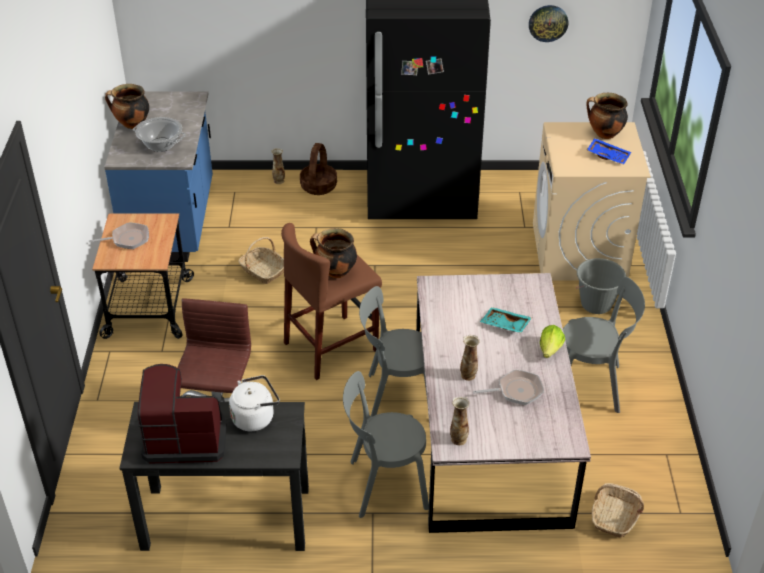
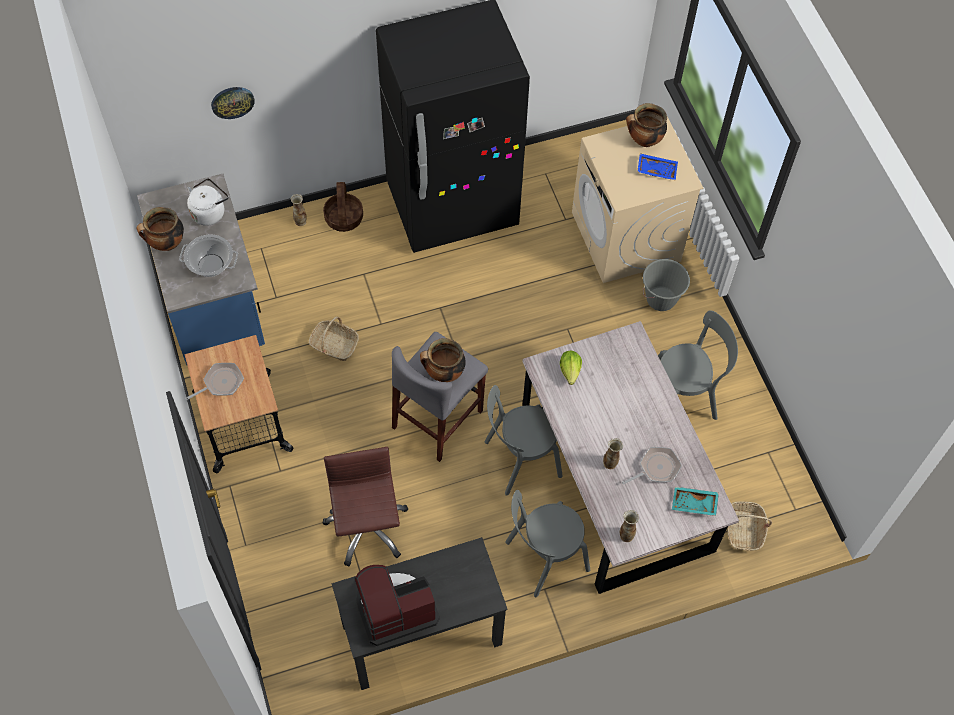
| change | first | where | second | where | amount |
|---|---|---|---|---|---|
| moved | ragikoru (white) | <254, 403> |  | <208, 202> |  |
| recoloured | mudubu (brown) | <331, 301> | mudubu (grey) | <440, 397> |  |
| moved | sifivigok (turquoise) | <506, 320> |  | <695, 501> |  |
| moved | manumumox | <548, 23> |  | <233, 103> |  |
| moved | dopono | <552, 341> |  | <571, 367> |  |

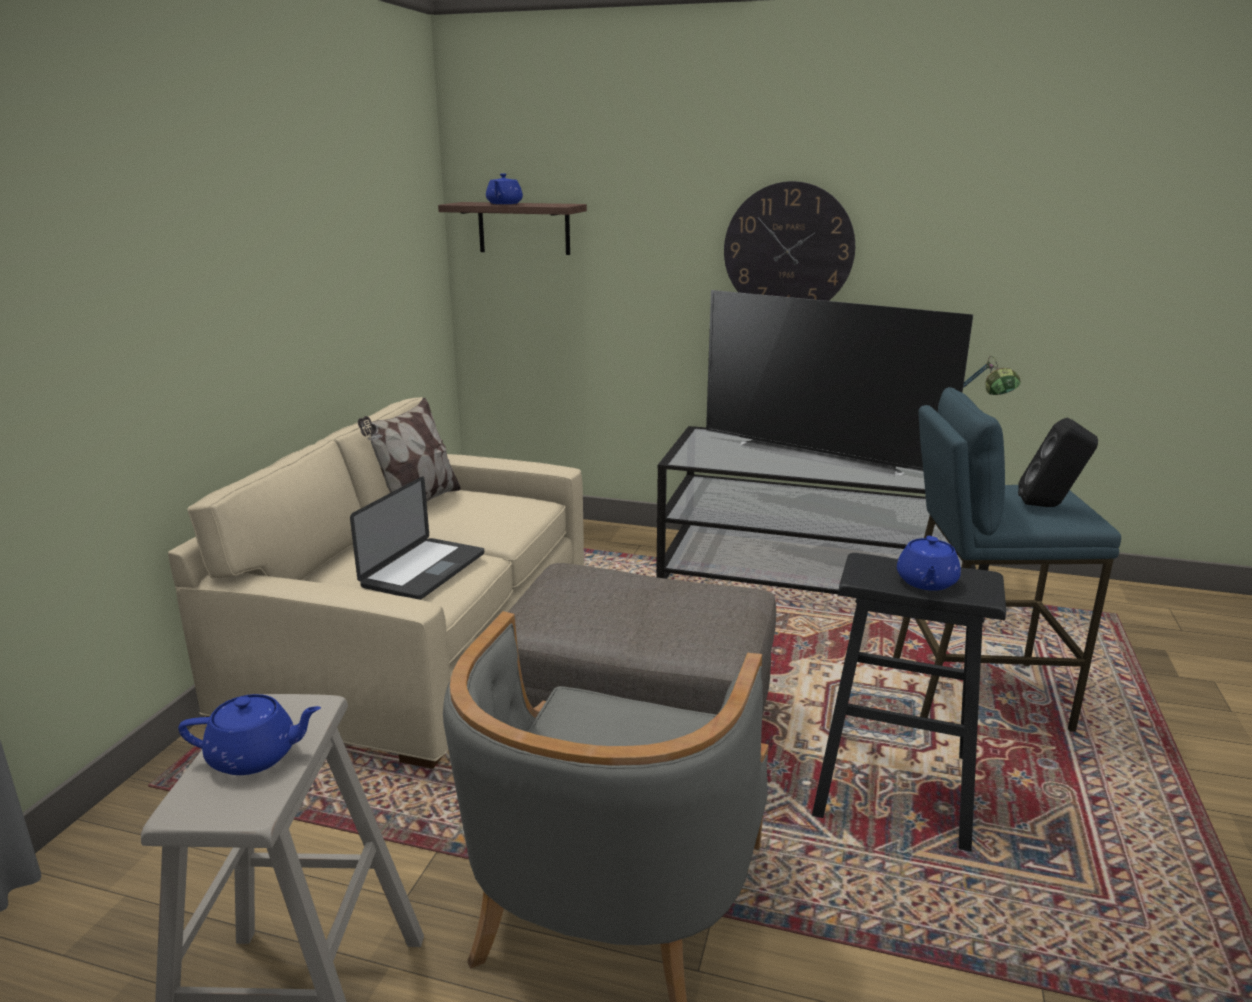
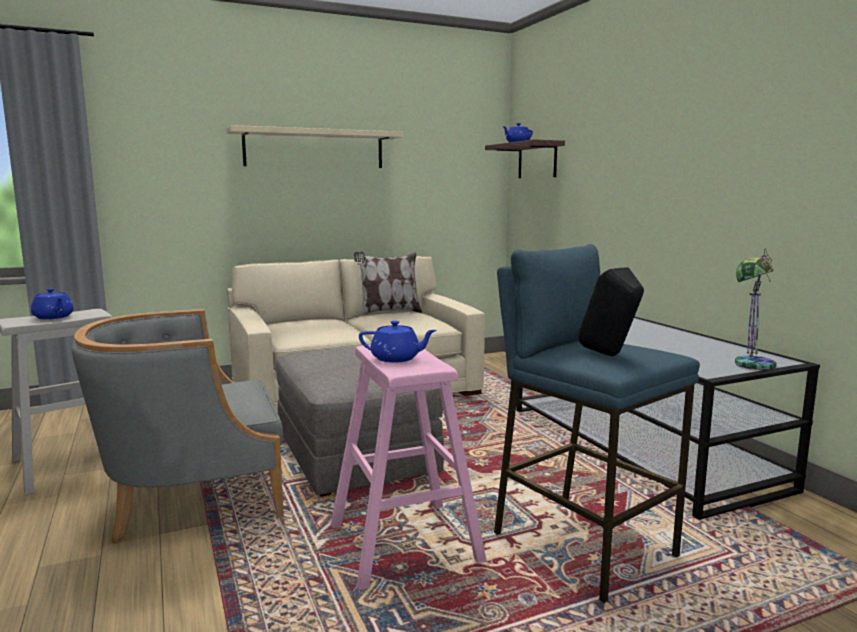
| change | first | where | second | where | amount |
|---|---|---|---|---|---|
| removed | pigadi | <417, 538> |  |  |  |
| removed | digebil | <839, 383> |  |  |  |
| removed | manumumox | <789, 241> |  |  |  |
| recoloured | mudubu (black) | <909, 702> | mudubu (pink) | <409, 467> |  |
| turned | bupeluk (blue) | <929, 563> |  | <398, 342> | 150 degrees counterclockwise |
| added |  |  | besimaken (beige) | <315, 146> |  |

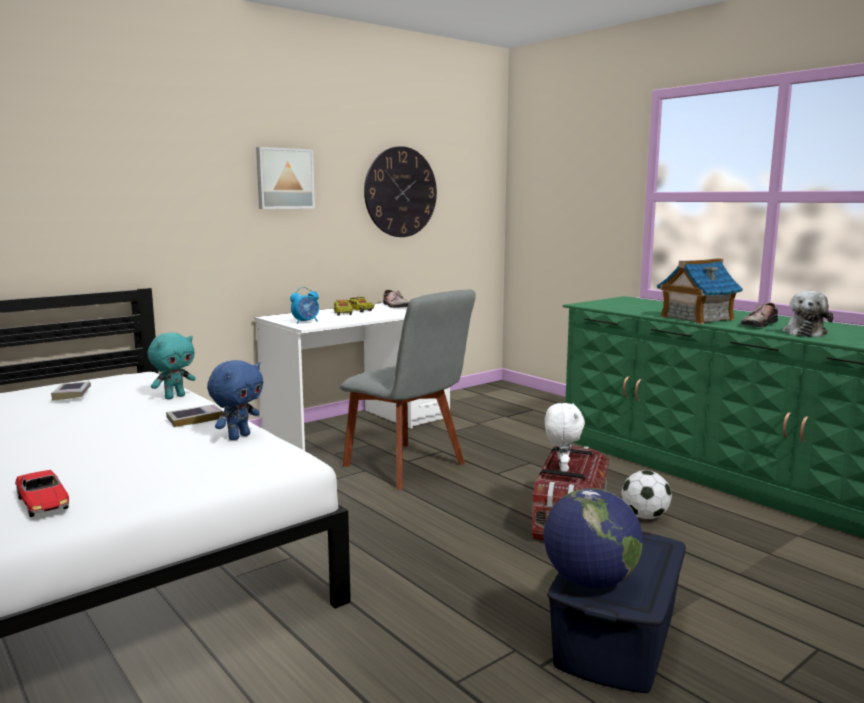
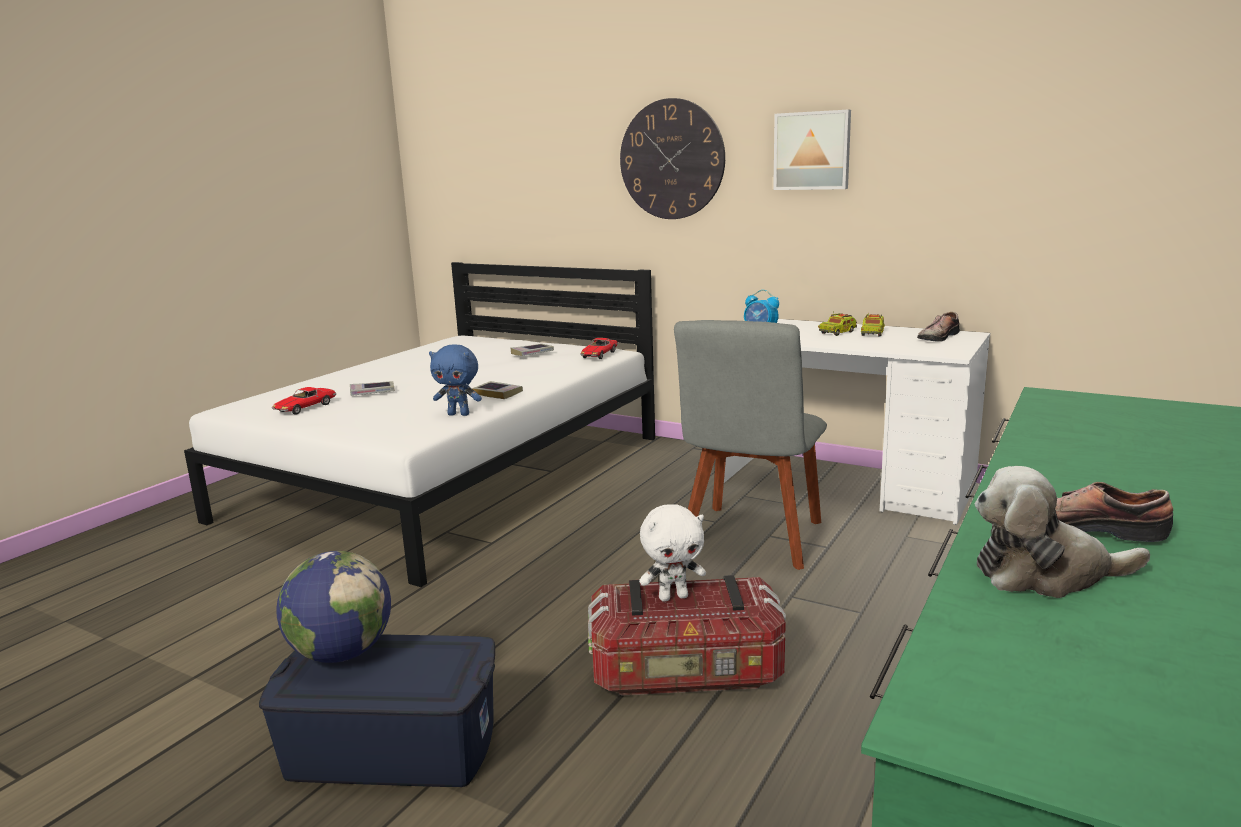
| change | first | where | second | where | amount |
|---|---|---|---|---|---|
| removed | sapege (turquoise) | <171, 366> |  |  |  |
| moved | manumumox | <400, 191> |  | <672, 158> |  |
| removed | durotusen | <646, 494> |  |  |  |
| removed | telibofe | <700, 291> |  |  |  |
| added |  |  | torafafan | <372, 388> |  |
| added |  |  | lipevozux | <599, 348> |  |

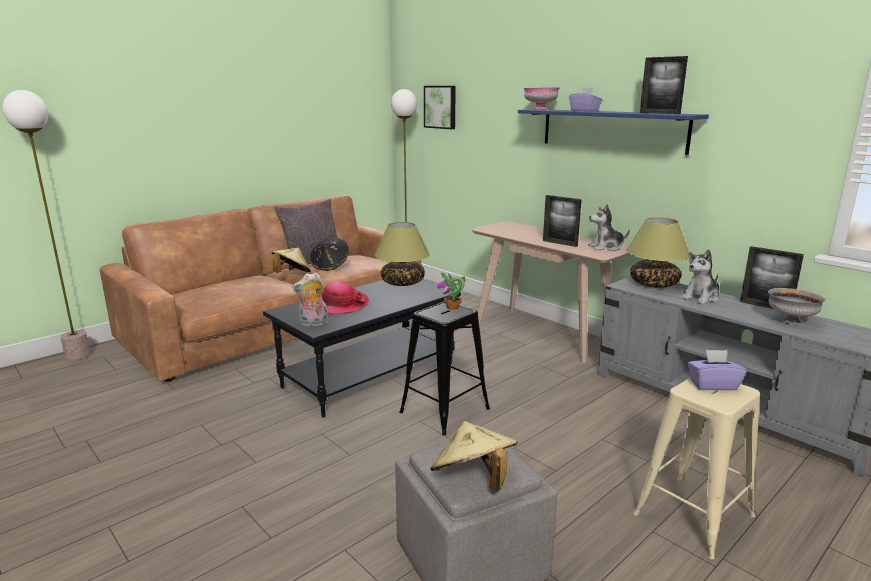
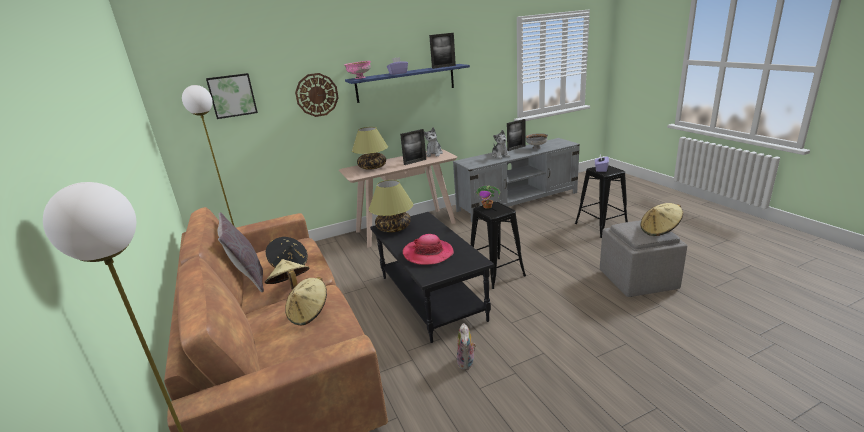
| change | first | where | second | where | amount |
|---|---|---|---|---|---|
| moved | sapege | <310, 299> |  | <467, 346> |  |
| moved | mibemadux | <657, 252> |  | <370, 148> |  |
| recoloured | mudubu (beige) | <696, 468> | mudubu (black) | <601, 201> |  |
| added |  |  | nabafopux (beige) | <306, 301> |  |
| added |  |  | manumumox | <317, 95> |  |

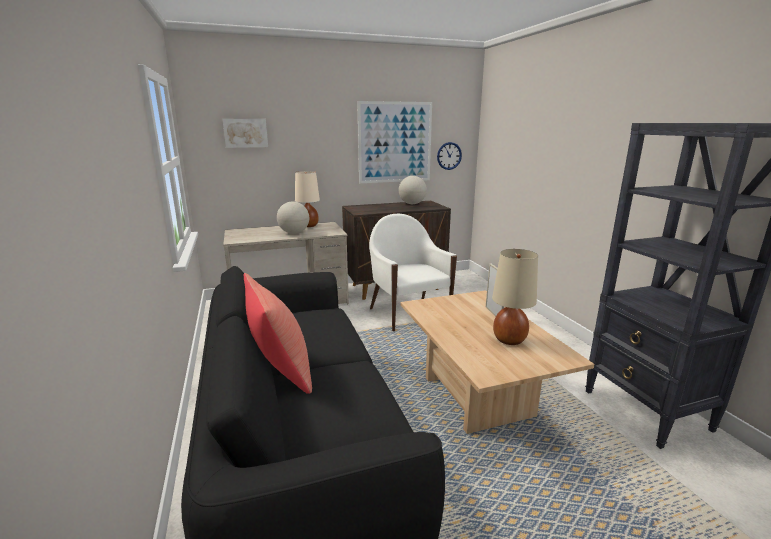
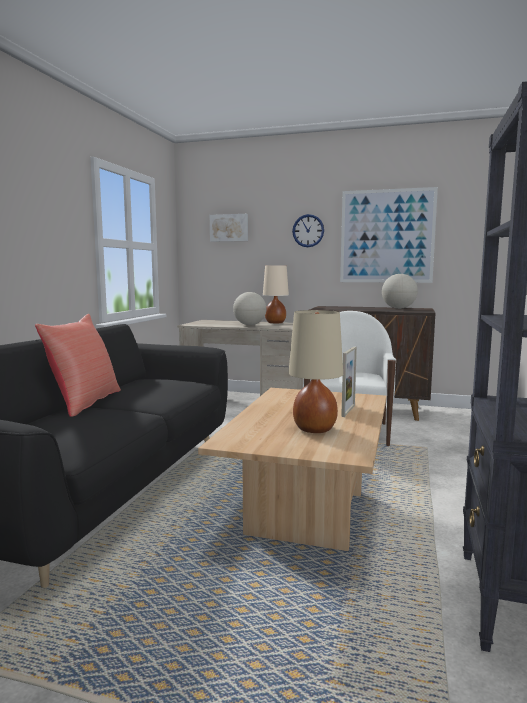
| change | first | where | second | where | amount |
|---|---|---|---|---|---|
| moved | manumumox | <449, 156> |  | <308, 230> |  |

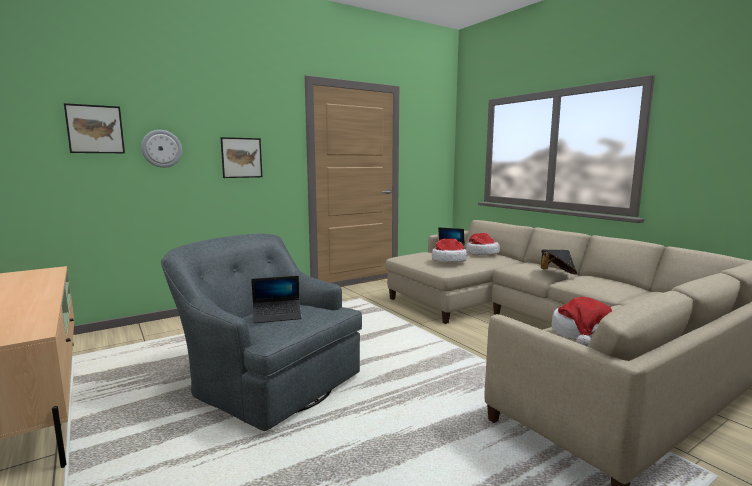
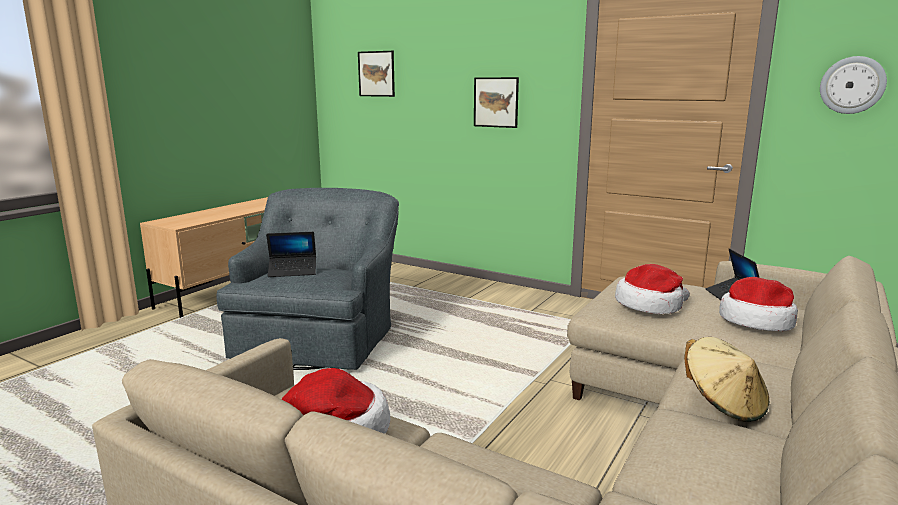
| change | first | where | second | where | amount |
|---|---|---|---|---|---|
| moved | manumumox | <161, 149> |  | <853, 85> |  |
| turned | pigadi | <276, 299> |  | <291, 254> | 60 degrees counterclockwise |
| recoloured | nabafopux (black) | <559, 262> | nabafopux (beige) | <726, 379> |  |

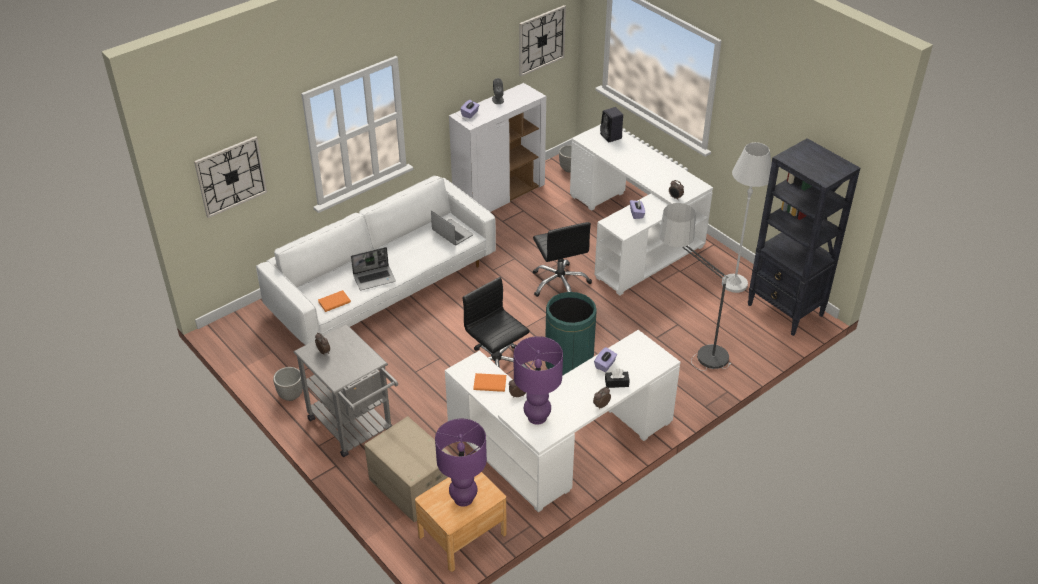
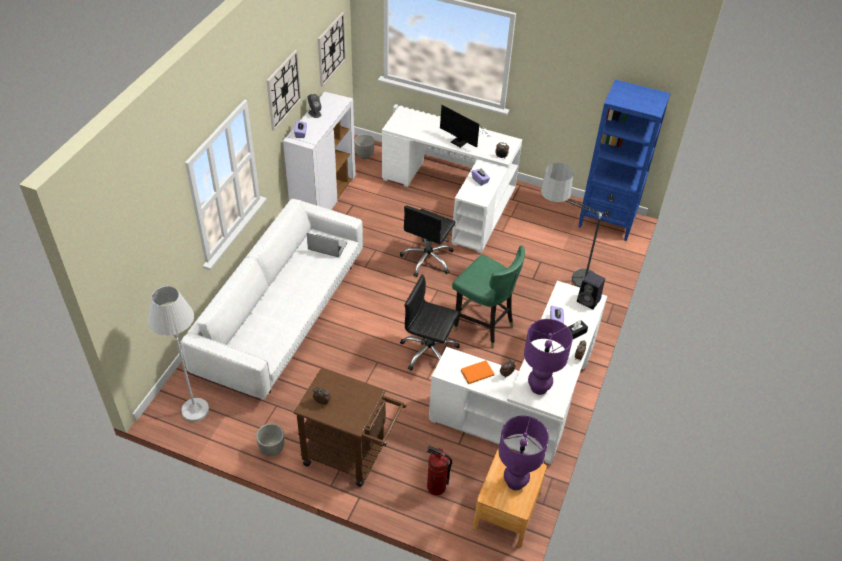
| change | first | where | second | where | amount |
|---|---|---|---|---|---|
| moved | manumumox | <230, 177> |  | <284, 90> |  |
| recoloured | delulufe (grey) | <345, 390> | delulufe (brown) | <350, 427> |  |
| removed | torafafan (orange) | <334, 301> |  |  |  |
| removed | pigadi | <373, 268> |  |  |  |
| replaced | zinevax | <408, 469> | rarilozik | <439, 470> |  |
| turned | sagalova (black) | <562, 259> |  | <428, 241> | 75 degrees clockwise |
| replaced | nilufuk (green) | <571, 334> | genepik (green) | <488, 297> |  |
| moved | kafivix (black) | <611, 124> |  | <591, 290> |  |
| moved | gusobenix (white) | <747, 217> |  | <178, 354> |  |
| recoloured | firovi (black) | <804, 237> | firovi (blue) | <624, 160> |  |
| added |  |  | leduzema | <464, 126> |  |

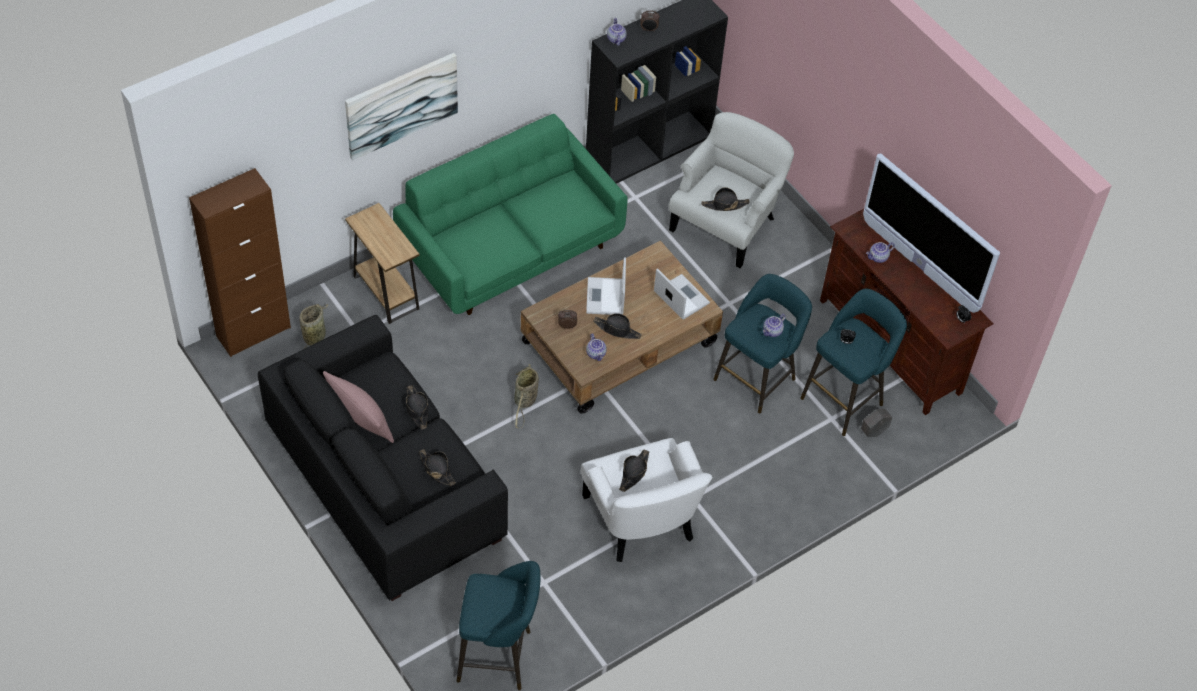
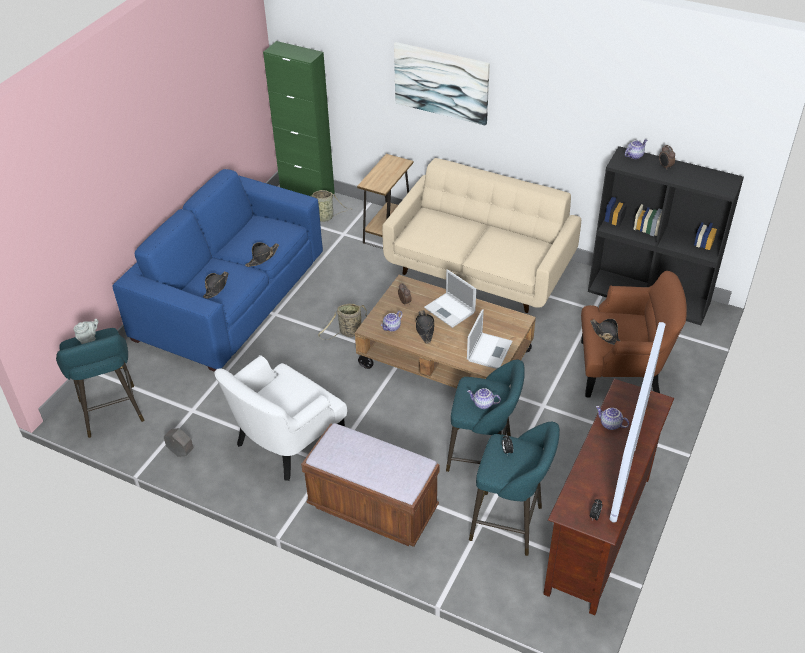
| change | first | where | second | where | amount |
|---|---|---|---|---|---|
| recoloured | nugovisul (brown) | <240, 262> | nugovisul (green) | <299, 119> |  |
| recoloured | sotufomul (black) | <383, 458> | sotufomul (blue) | <217, 270> |  |
| removed | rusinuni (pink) | <358, 407> |  |  |  |
| recoloured | sotufomul (green) | <510, 214> | sotufomul (beige) | <481, 235> |  |
| turned | pigadi | <606, 286> |  | <450, 298> | 105 degrees counterclockwise |
| removed | nabafopux (black) | <634, 470> |  |  |  |
| recoloured | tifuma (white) | <731, 190> | tifuma (brown) | <634, 334> |  |
| moved | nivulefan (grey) | <876, 423> |  | <178, 442> |  |
| added |  |  | bupeluk (grey) | <85, 331> |  |
| added |  |  | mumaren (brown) | <370, 485> |  |

